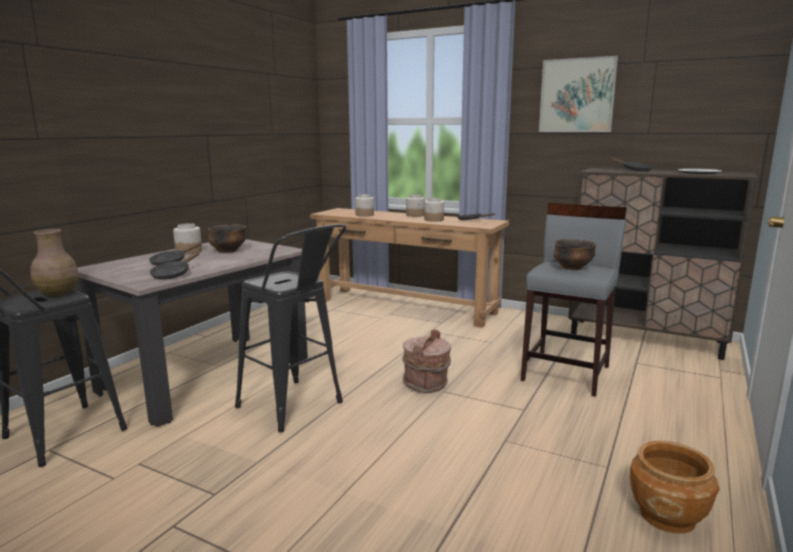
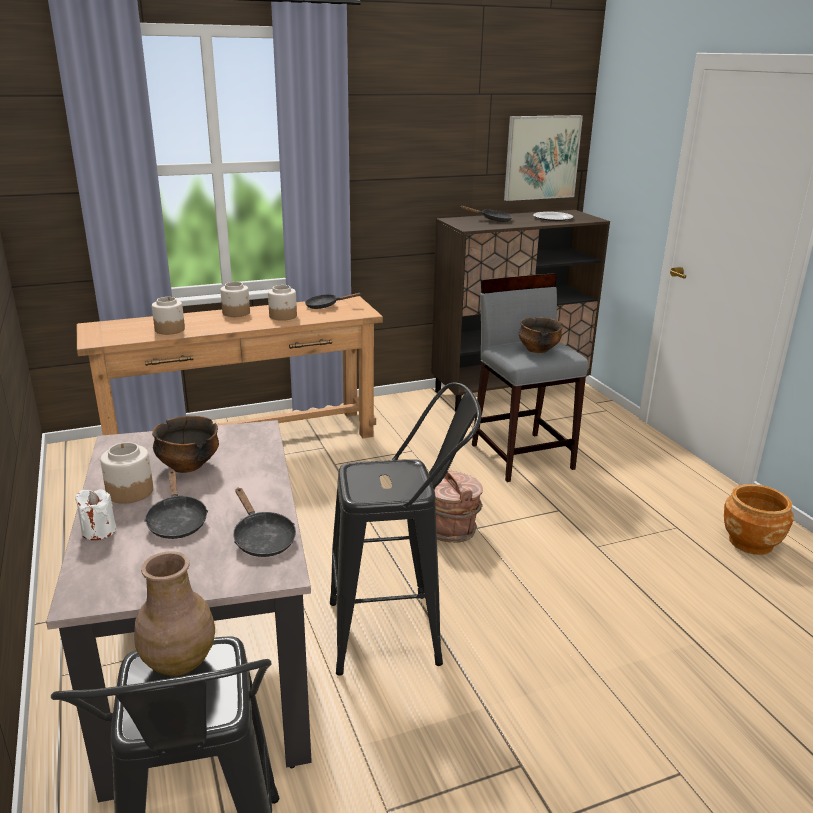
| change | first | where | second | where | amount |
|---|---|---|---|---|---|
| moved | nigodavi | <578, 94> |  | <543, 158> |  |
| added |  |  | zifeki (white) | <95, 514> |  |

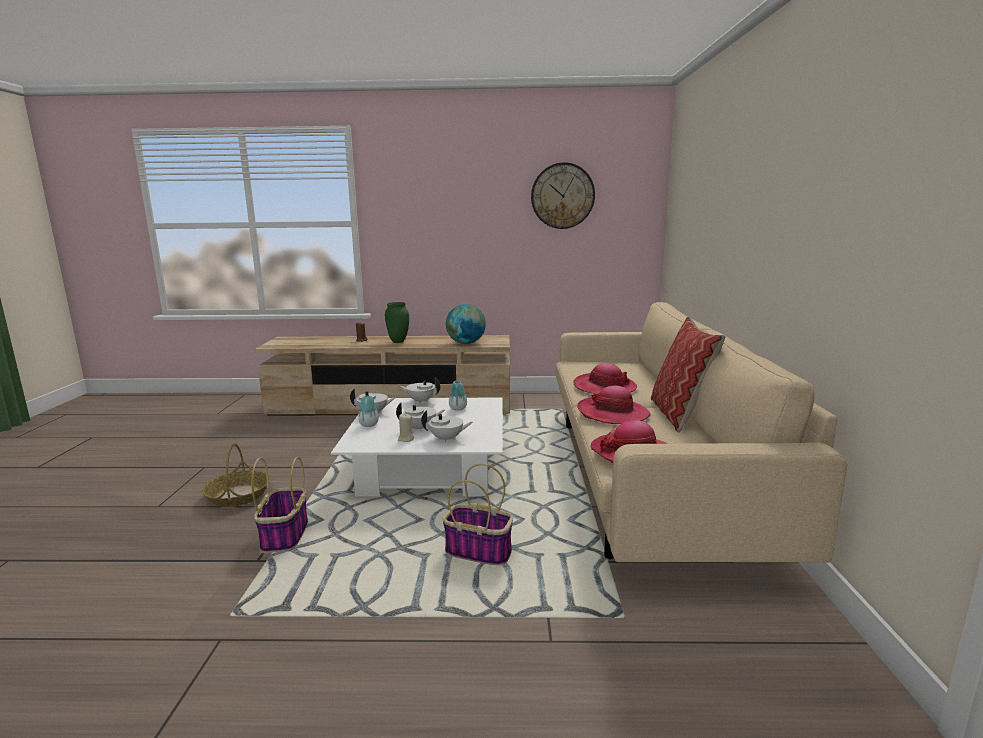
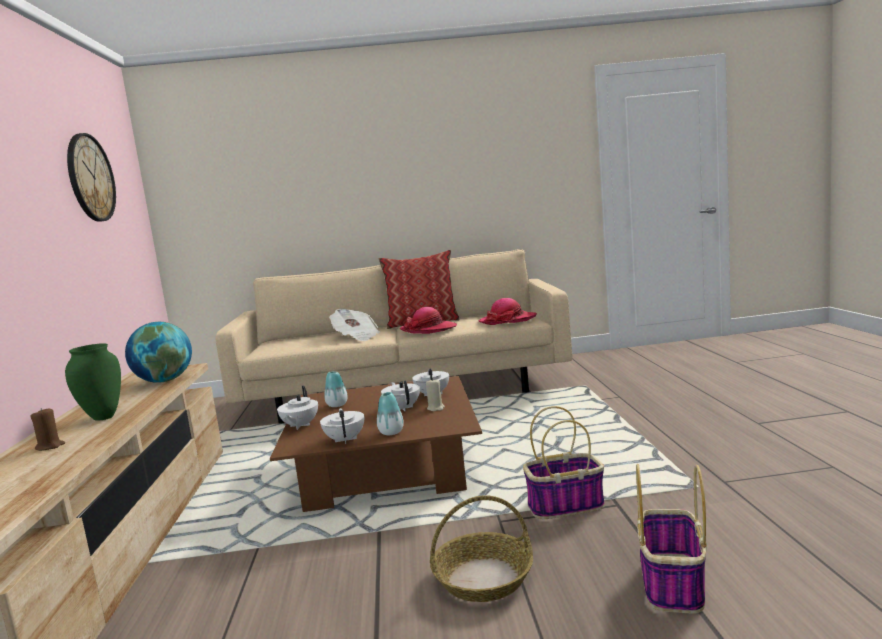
| change | first | where | second | where | amount |
|---|---|---|---|---|---|
| recoloured | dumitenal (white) | <417, 447> | dumitenal (brown) | <376, 444> |  |
| moved | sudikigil | <477, 514> |  | <671, 539> |  |
| replaced | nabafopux | <605, 378> | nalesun | <354, 325> |  |

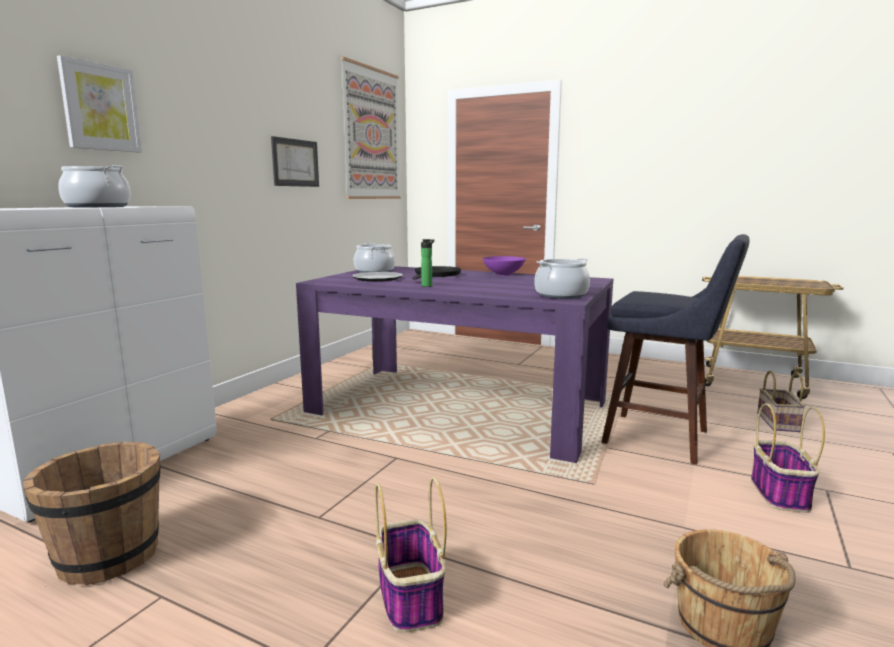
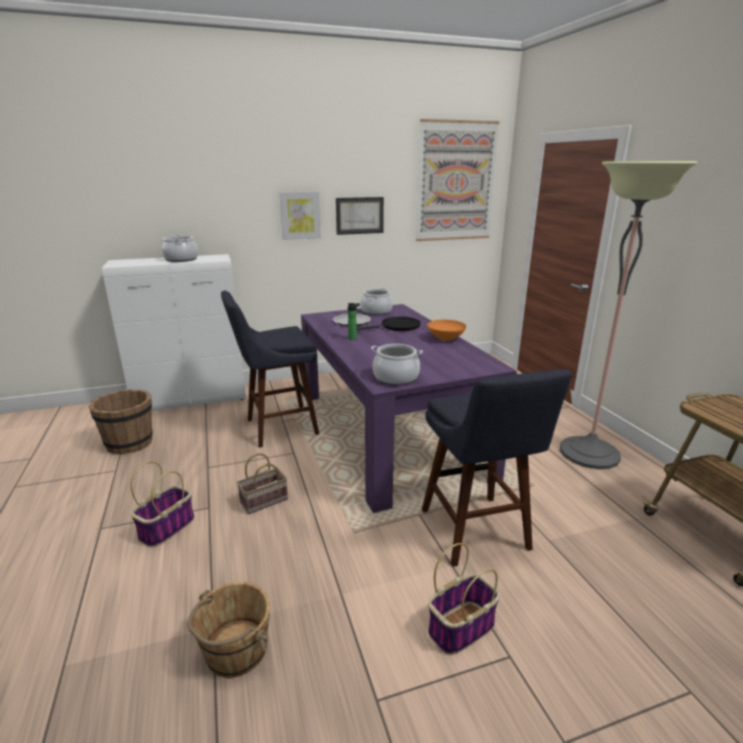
| change | first | where | second | where | amount |
|---|---|---|---|---|---|
| moved | nigodavi | <99, 104> |  | <300, 216> |  |
| recoloured | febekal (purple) | <504, 266> | febekal (orange) | <446, 330> |  |
| moved | sudikigil | <781, 401> |  | <262, 483> |  |
| added |  |  | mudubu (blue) | <270, 369> |  |
| added |  |  | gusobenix | <628, 315> |  |

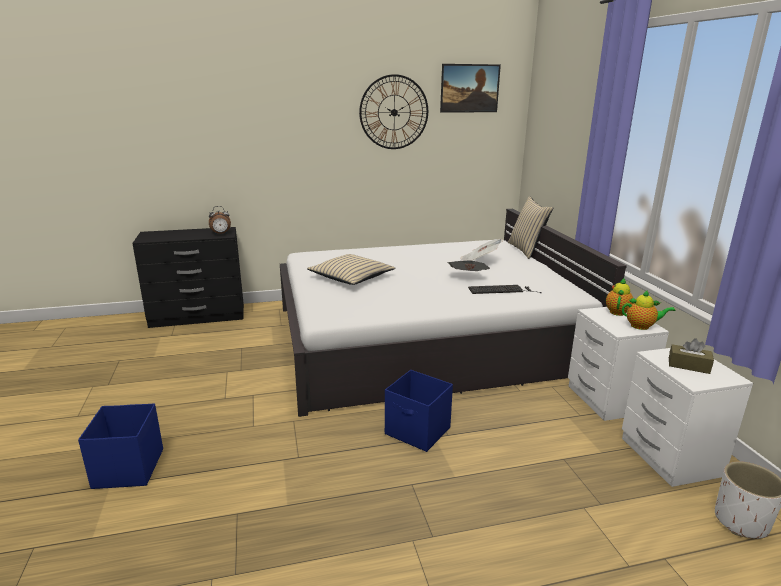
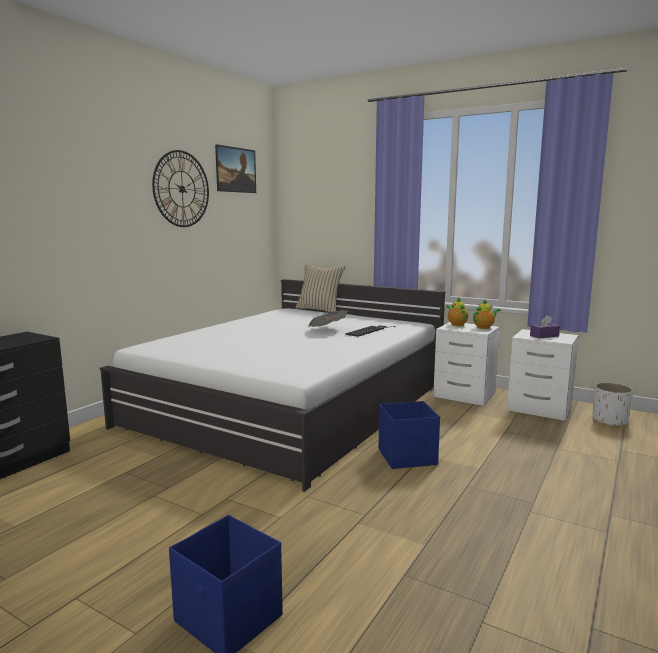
| change | first | where | second | where | amount |
|---|---|---|---|---|---|
| removed | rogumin | <220, 220> |  |  |  |
| removed | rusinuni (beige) | <351, 269> |  |  |  |
| removed | nalesun | <481, 250> |  |  |  |
| recoloured | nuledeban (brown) | <691, 356> | nuledeban (purple) | <545, 327> |  |

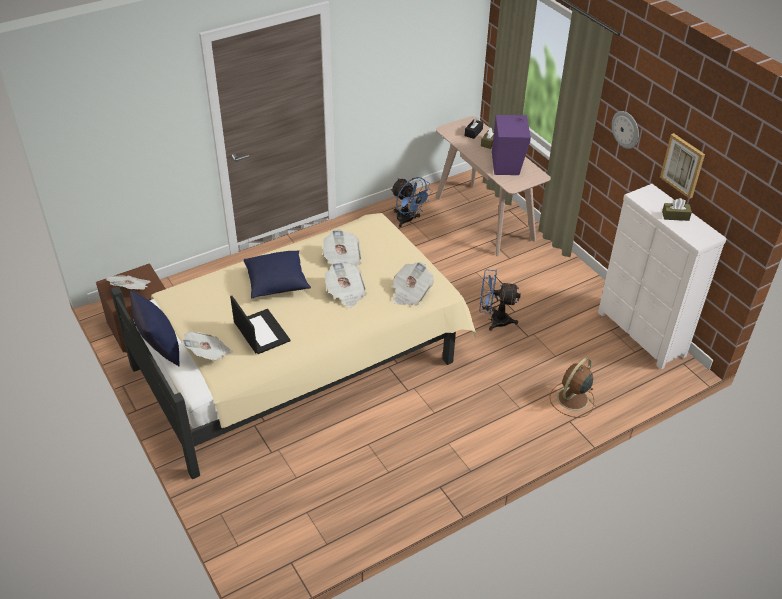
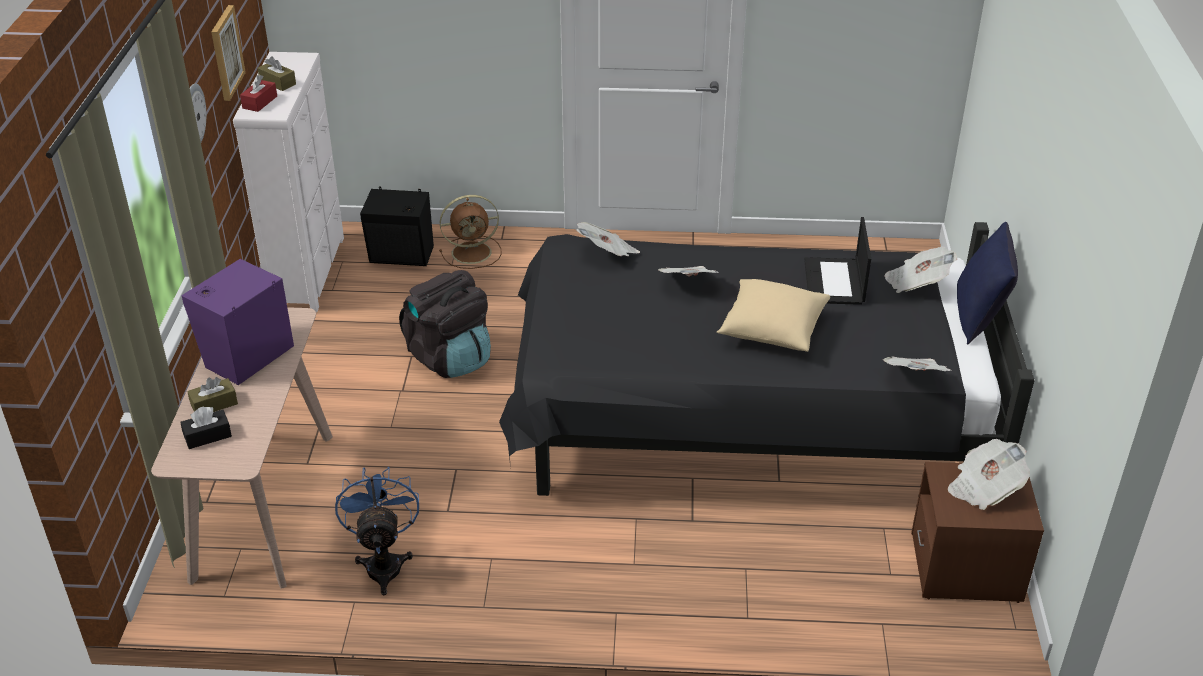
| change | first | where | second | where | amount |
|---|---|---|---|---|---|
| recoloured | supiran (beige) | <293, 346> | supiran (black) | <767, 359> |  |
| recoloured | rusinuni (blue) | <277, 274> | rusinuni (beige) | <773, 315> |  |
| moved | nalesun | <342, 247> |  | <916, 363> |  |
| replaced | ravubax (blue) | <500, 300> | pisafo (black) | <445, 324> |  |
| added |  |  | nuledeban (red) | <258, 93> |  |
| added |  |  | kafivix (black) | <397, 226> |  |

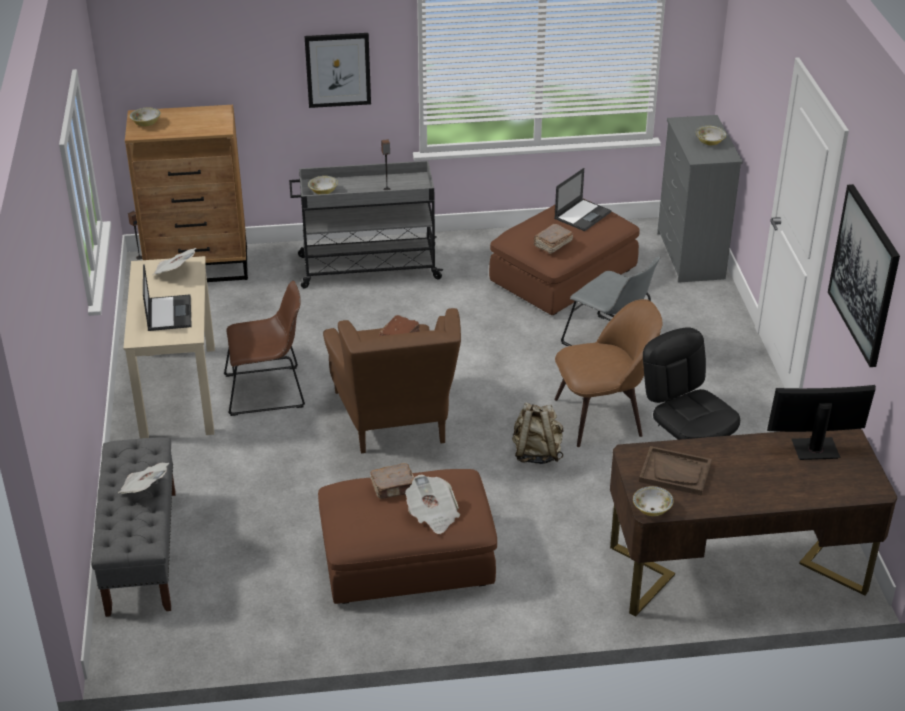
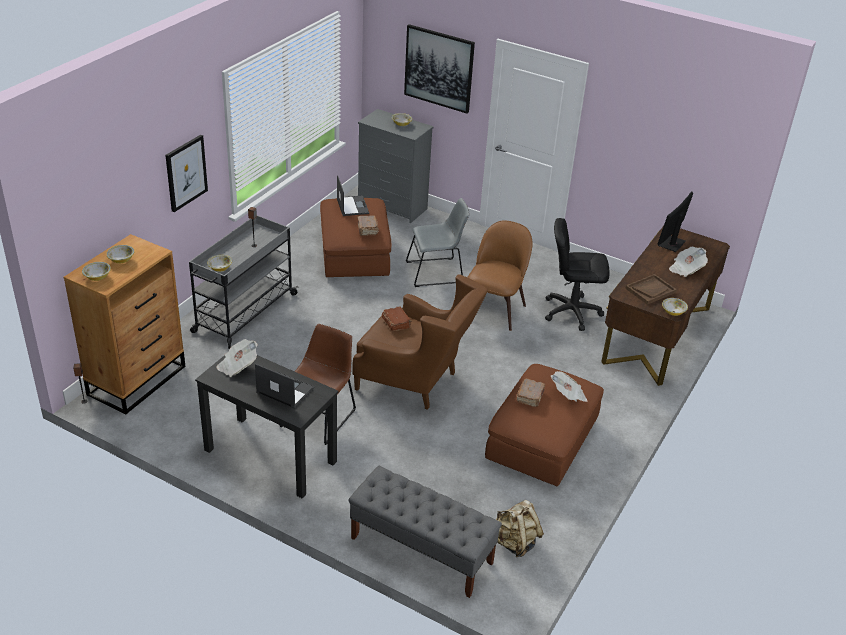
| change | first | where | second | where | amount |
|---|---|---|---|---|---|
| moved | nalesun | <143, 478> |  | <688, 261> |  |
| recoloured | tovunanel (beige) | <169, 347> | tovunanel (black) | <266, 426> |  |
| moved | pisafo (beige) | <538, 433> |  | <520, 528> |  |
| moved | nigodavi | <864, 275> |  | <439, 68> |  |
| added |  |  | febekal | <120, 254> |  |

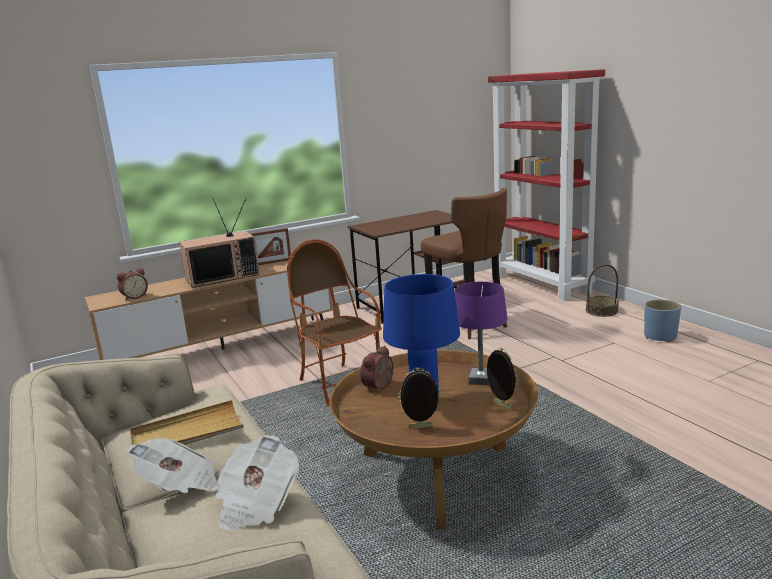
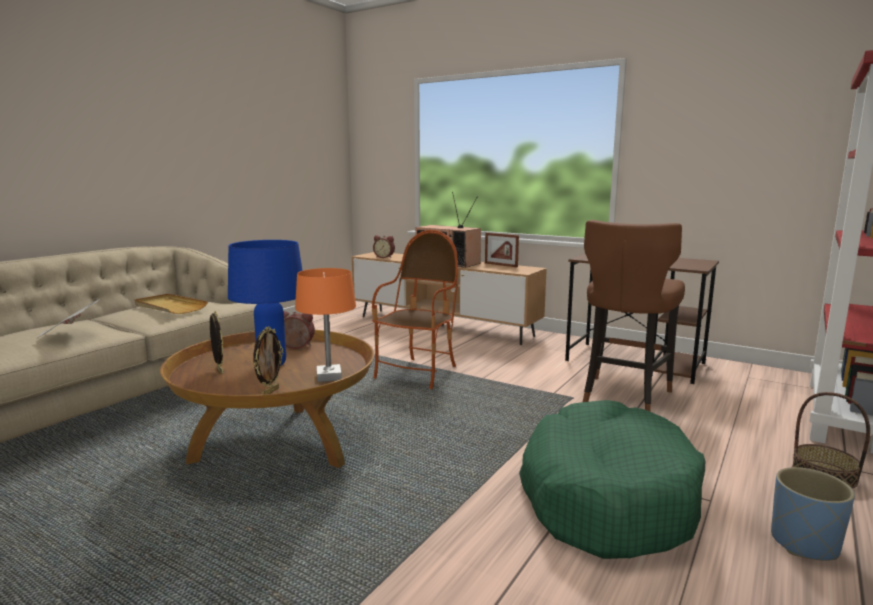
| change | first | where | second | where | amount |
|---|---|---|---|---|---|
| removed | nalesun | <173, 465> |  |  |  |
| recoloured | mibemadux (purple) | <481, 334> | mibemadux (orange) | <325, 325> |  |
| added |  |  | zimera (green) | <612, 479> |  |

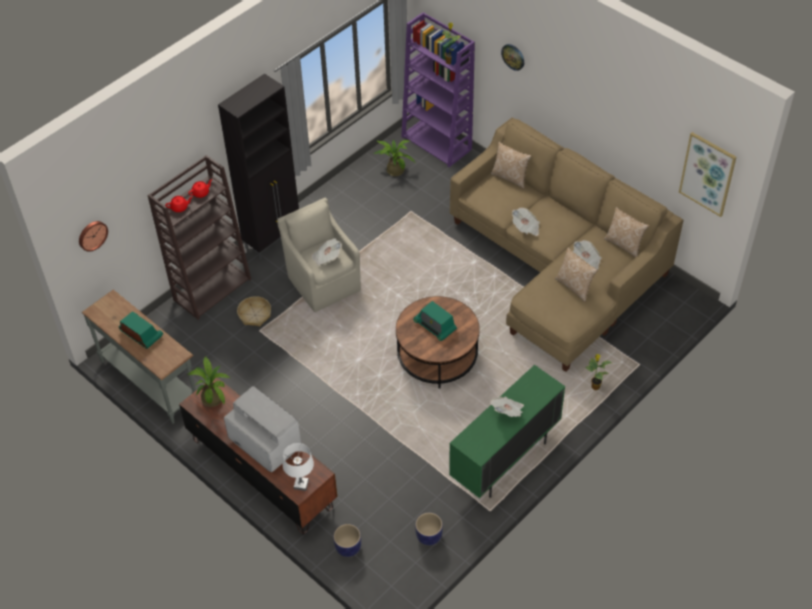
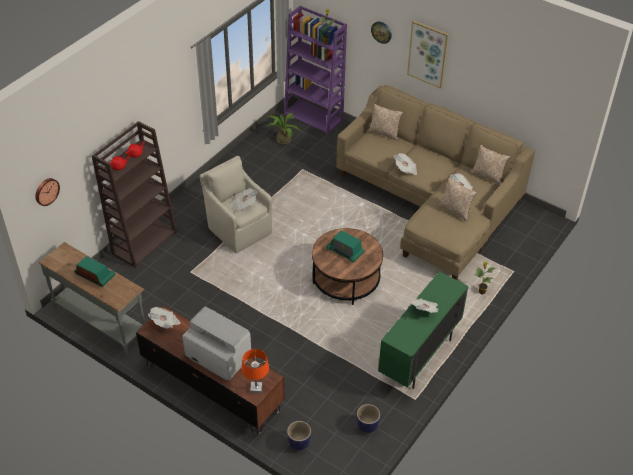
| change | first | where | second | where | amount |
|---|---|---|---|---|---|
| replaced | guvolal | <209, 382> | nalesun | <164, 318> |  |
| removed | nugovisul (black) | <258, 166> |  |  |  |
| removed | sudikigil | <254, 311> |  |  |  |
| recoloured | mibemadux (white) | <298, 467> | mibemadux (orange) | <255, 371> |  |
| moved | nigodavi | <708, 174> |  | <428, 54> |  |

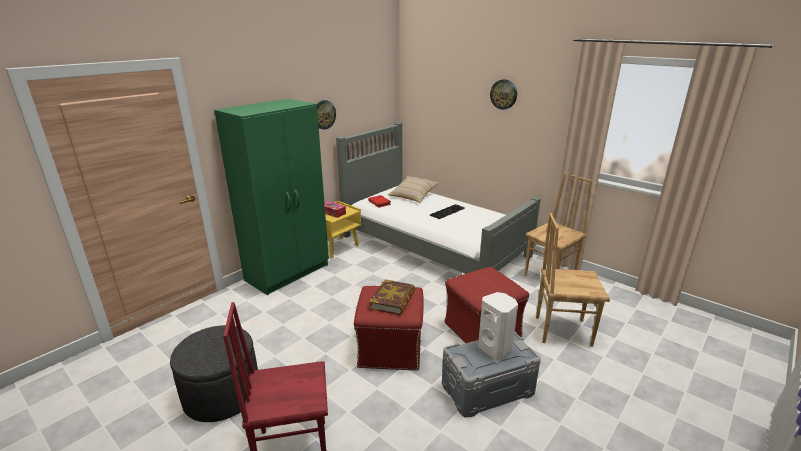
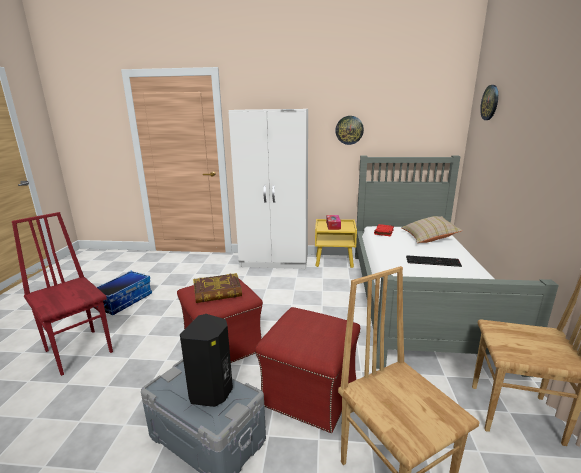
| change | first | where | second | where | amount |
|---|---|---|---|---|---|
| replaced | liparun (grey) | <214, 373> | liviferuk | <122, 293> |  |
| recoloured | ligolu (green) | <271, 197> | ligolu (white) | <268, 189> |  |
| recoloured | kafivix (white) | <498, 326> | kafivix (black) | <206, 360> |  |
| moved | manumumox | <503, 94> |  | <489, 102> |  |

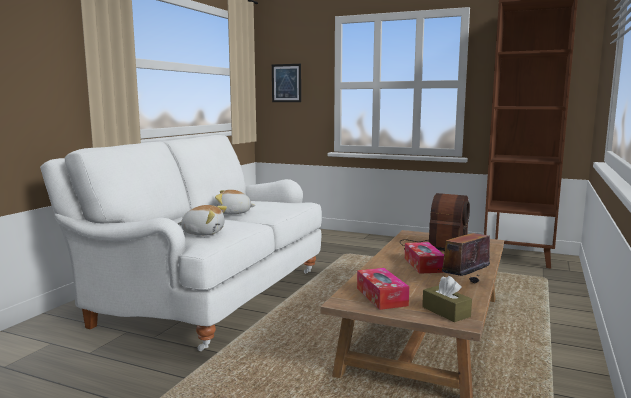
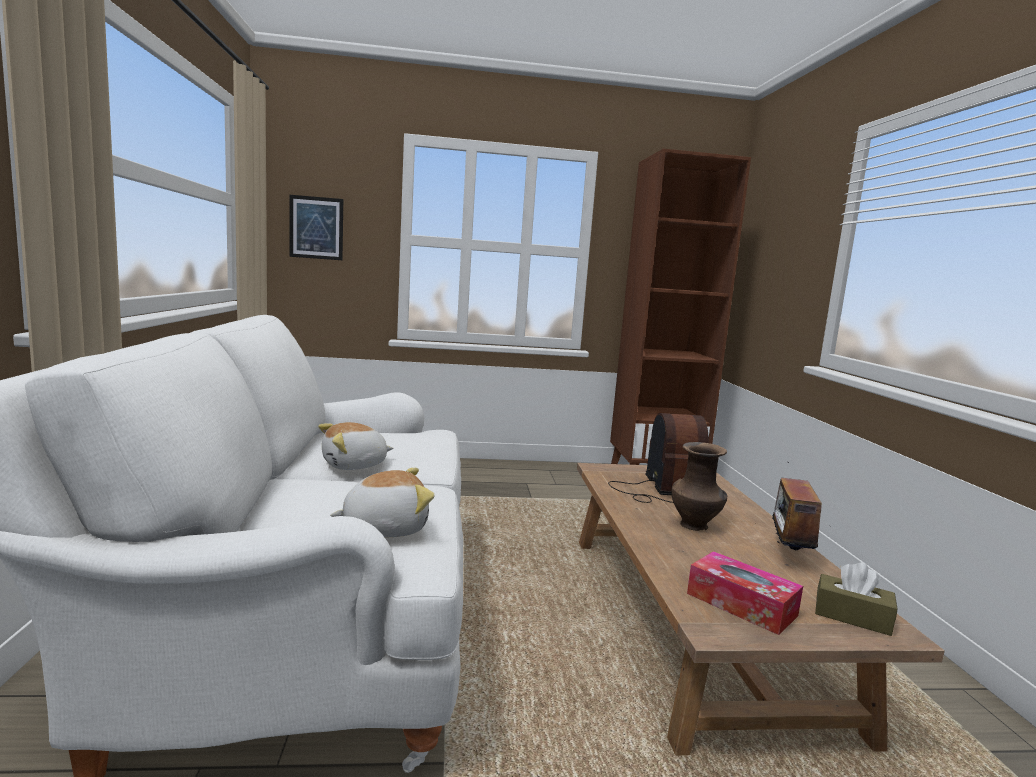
| change | first | where | second | where | amount |
|---|---|---|---|---|---|
| replaced | nuledeban | <425, 258> | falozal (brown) | <699, 486> |  |

